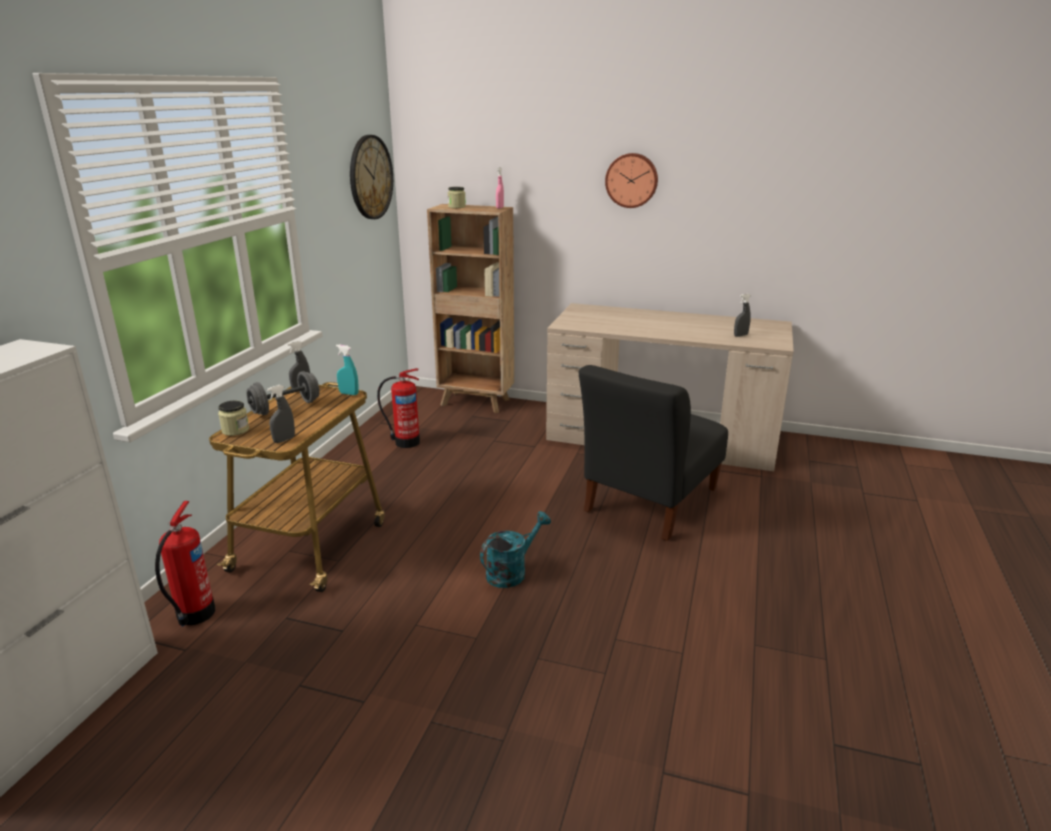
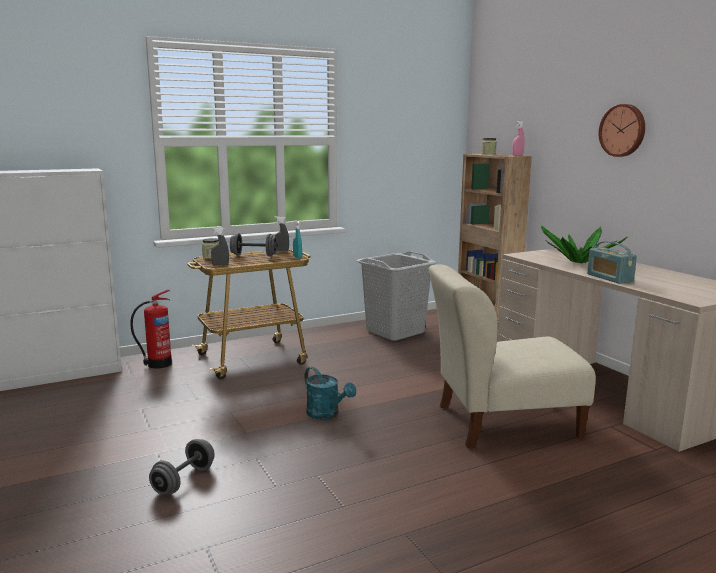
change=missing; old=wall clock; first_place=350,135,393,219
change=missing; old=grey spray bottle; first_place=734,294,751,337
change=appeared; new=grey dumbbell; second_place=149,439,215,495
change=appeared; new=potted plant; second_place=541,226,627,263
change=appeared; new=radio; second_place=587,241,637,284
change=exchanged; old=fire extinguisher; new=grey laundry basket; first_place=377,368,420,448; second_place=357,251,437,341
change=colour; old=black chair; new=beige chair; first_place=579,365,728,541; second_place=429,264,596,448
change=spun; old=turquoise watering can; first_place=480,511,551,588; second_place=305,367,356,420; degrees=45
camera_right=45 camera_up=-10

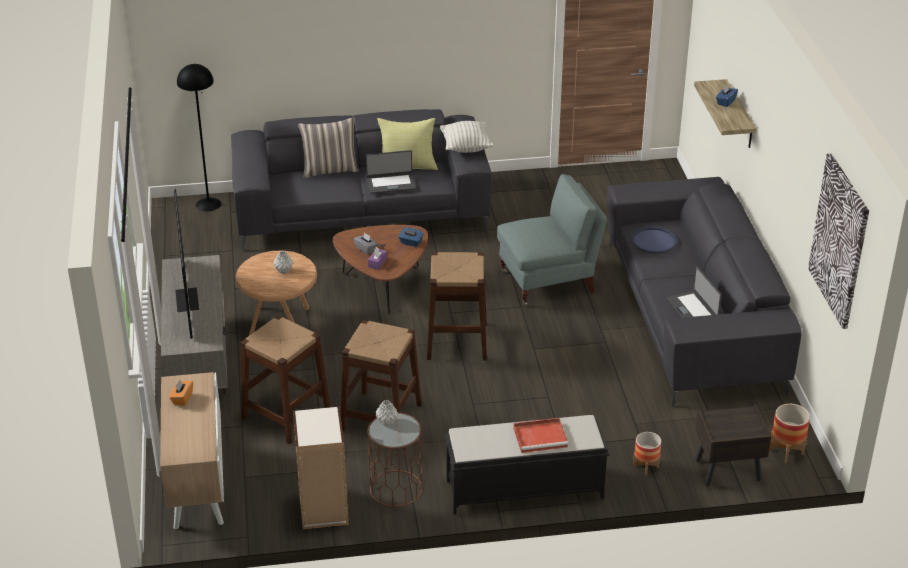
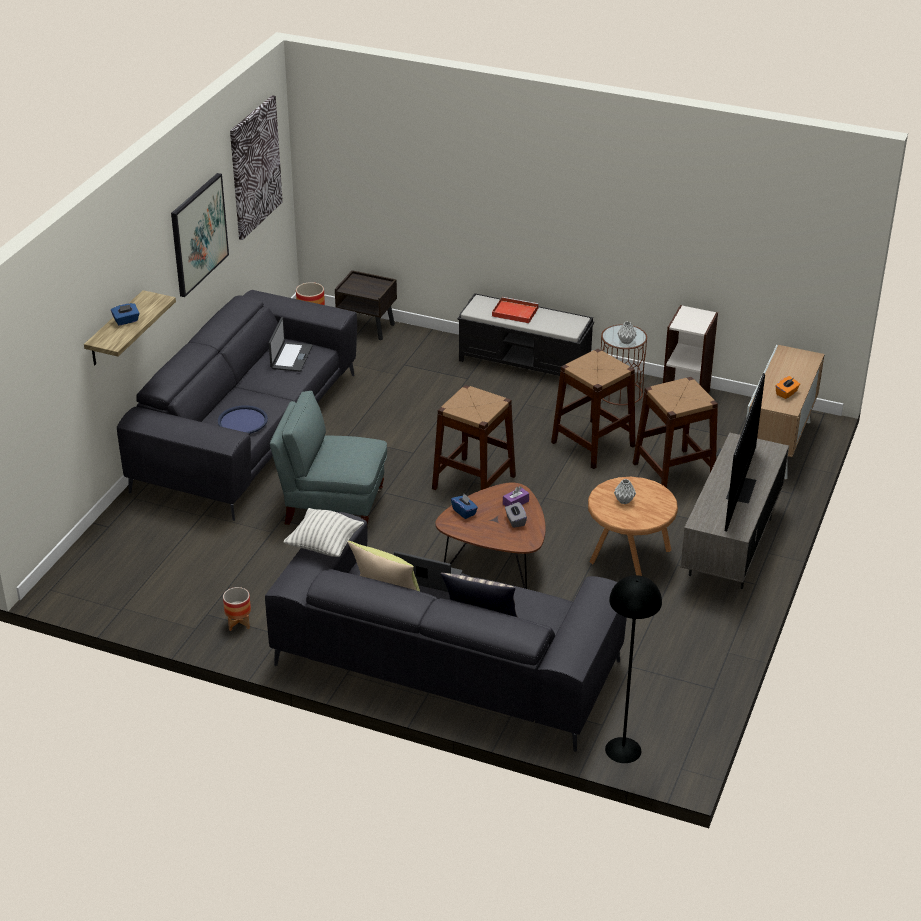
change=appeared; new=picture; second_place=171,173,229,297
change=relocated; old=planter; first_place=633,432,661,475; second_place=223,587,251,631
camera_right=-150 camera_up=0

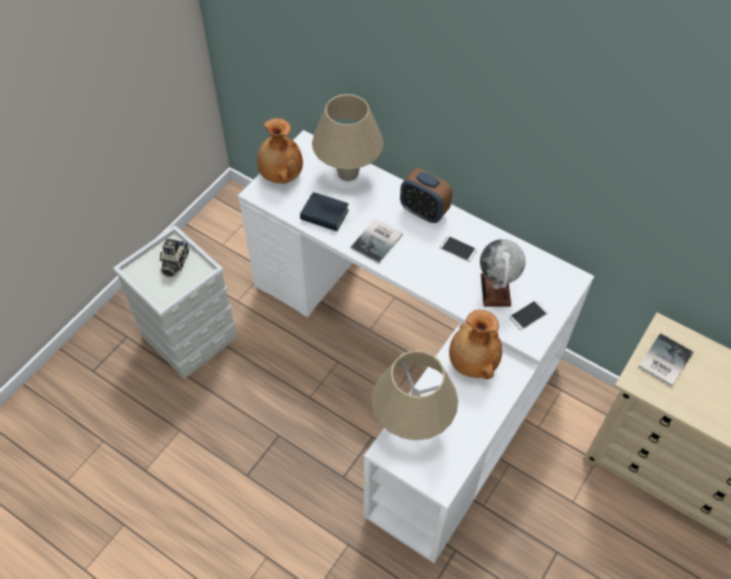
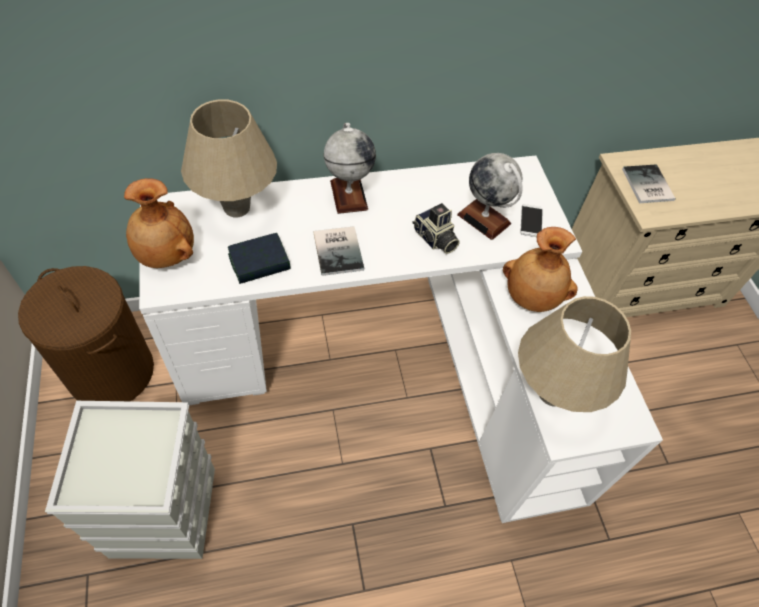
change=missing; old=phone; first_place=440,236,477,262
change=appeared; new=brown laundry basket; second_place=18,266,154,401
change=relocated; old=photo camera; first_place=160,239,189,277; second_place=413,203,460,254
change=exchanged; old=alarm clock; new=globe; first_place=400,168,452,223; second_place=324,123,376,214
camera_right=-50 camera_up=0

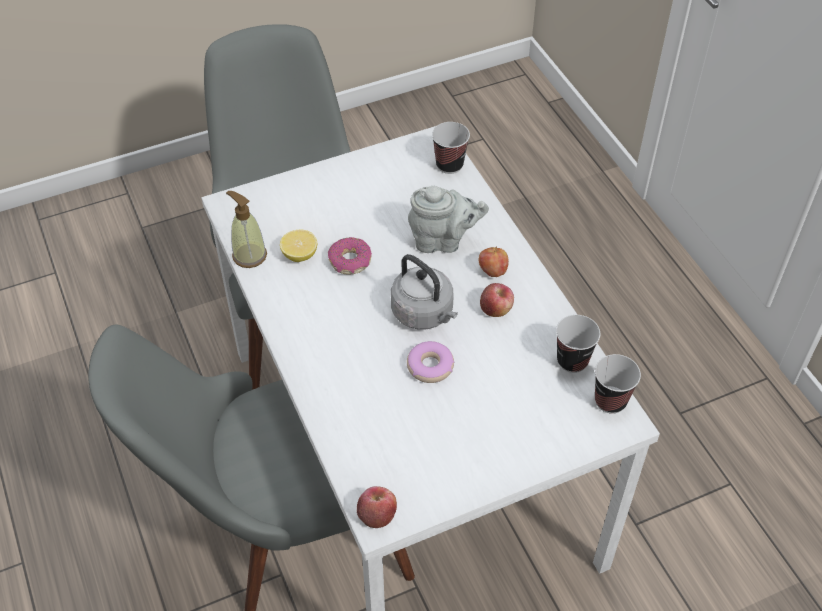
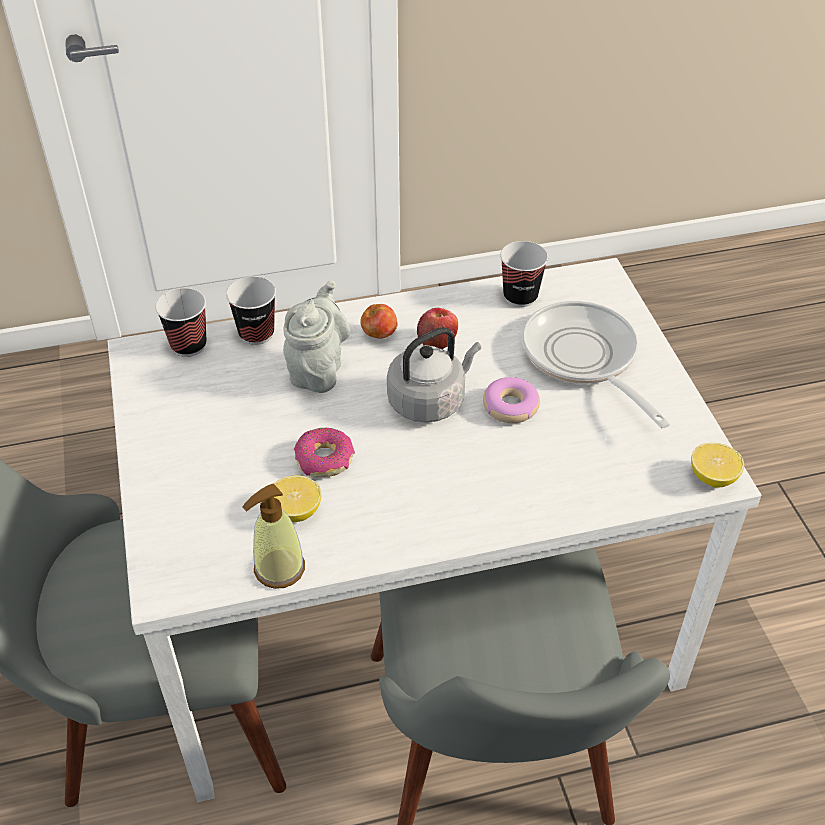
change=appeared; new=frying pan; second_place=522,301,670,428
change=relocated; old=cup; first_place=595,354,641,414; second_place=226,277,276,345
change=exchanged; old=apple; new=lemon; first_place=357,486,397,528; second_place=691,443,744,488
camera_right=-80 camera_up=-5

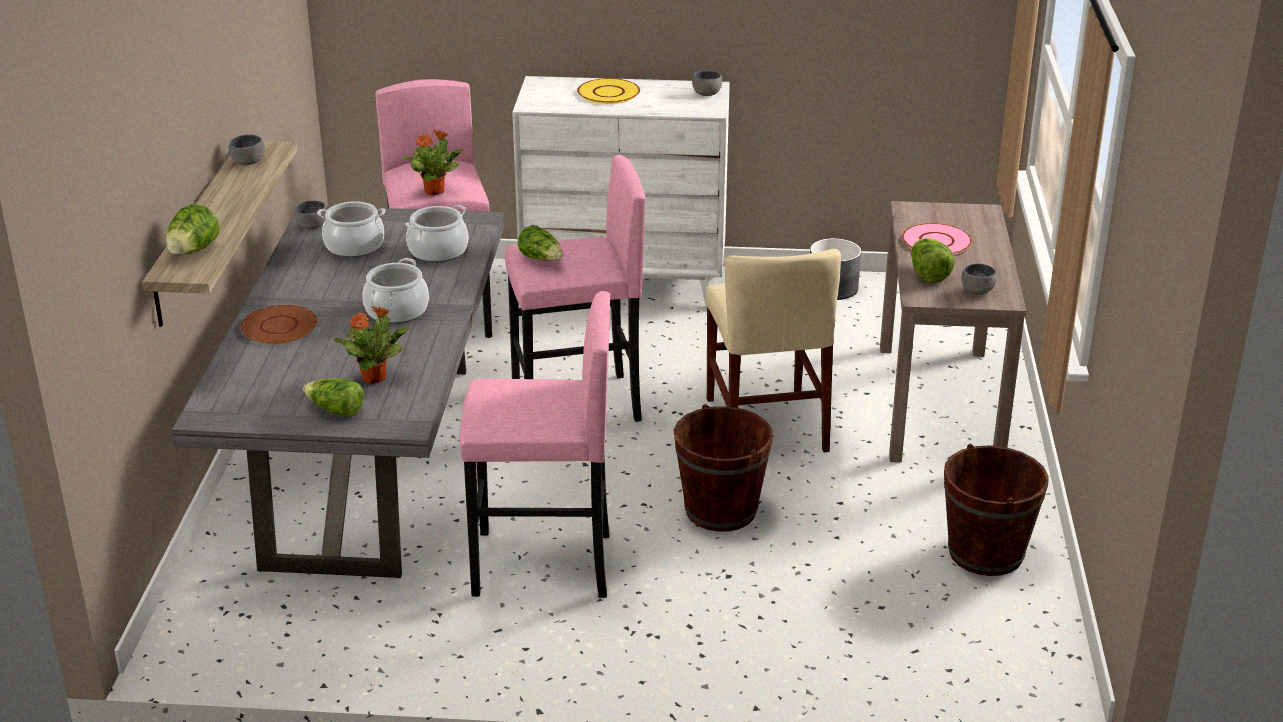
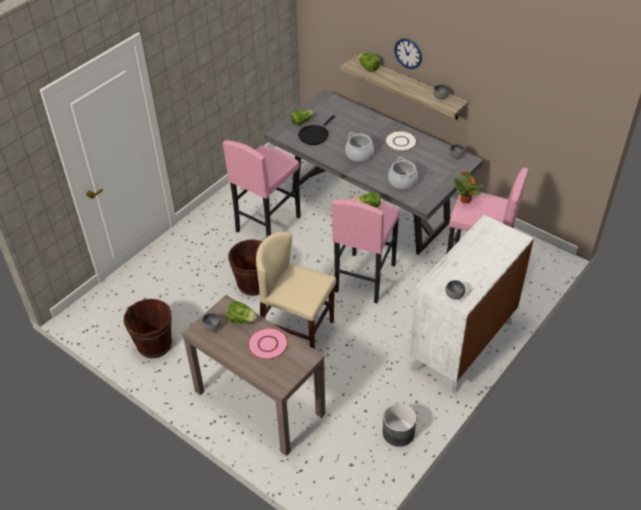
change=missing; old=brown plate; first_place=240,305,317,344
change=missing; old=cooking pot; first_place=317,201,385,258
change=missing; old=yellow plate; first_place=577,78,640,104
change=appeared; new=white plate; second_place=385,131,417,151
change=appeared; new=wall clock; second_place=394,39,422,69
change=exchanged; old=potted plant; new=black frying pan; first_place=334,306,409,384; second_place=298,115,335,145
camera_right=125 camera_up=15

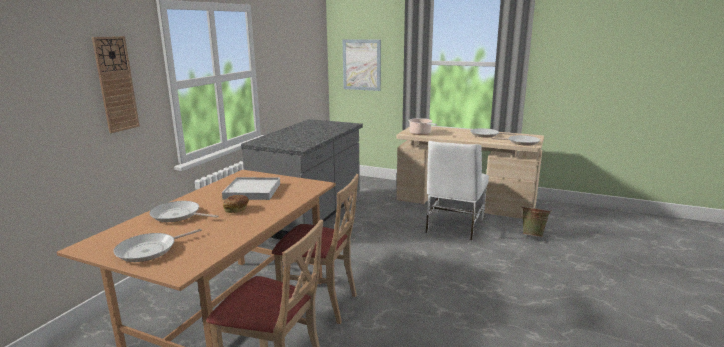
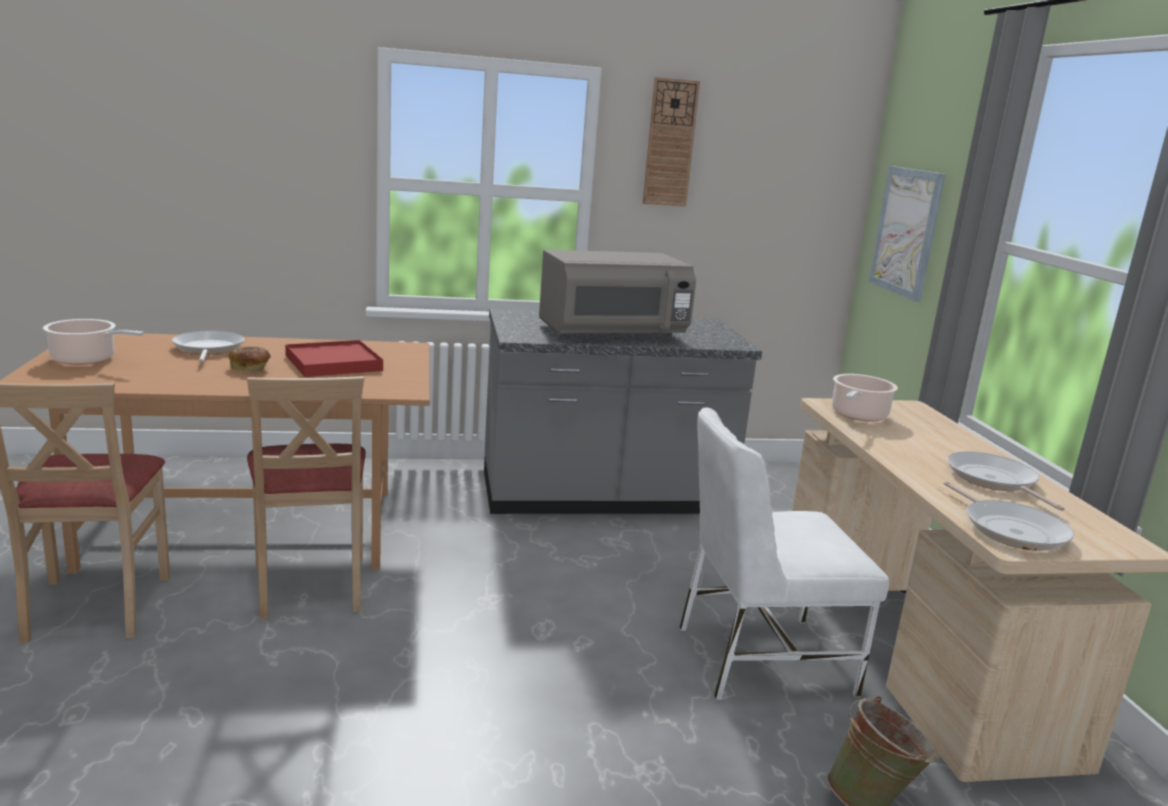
change=appeared; new=grey microwave; second_place=539,250,696,337
change=relocated; old=wall clock; first_place=92,36,140,133; second_place=643,77,700,207
change=exchanged; old=frying pan; new=cooking pot; first_place=113,229,202,262; second_place=43,319,144,365
change=colour; old=white tray; new=red tray; first_place=222,177,280,200; second_place=285,340,383,377
camera_right=55 camera_up=0

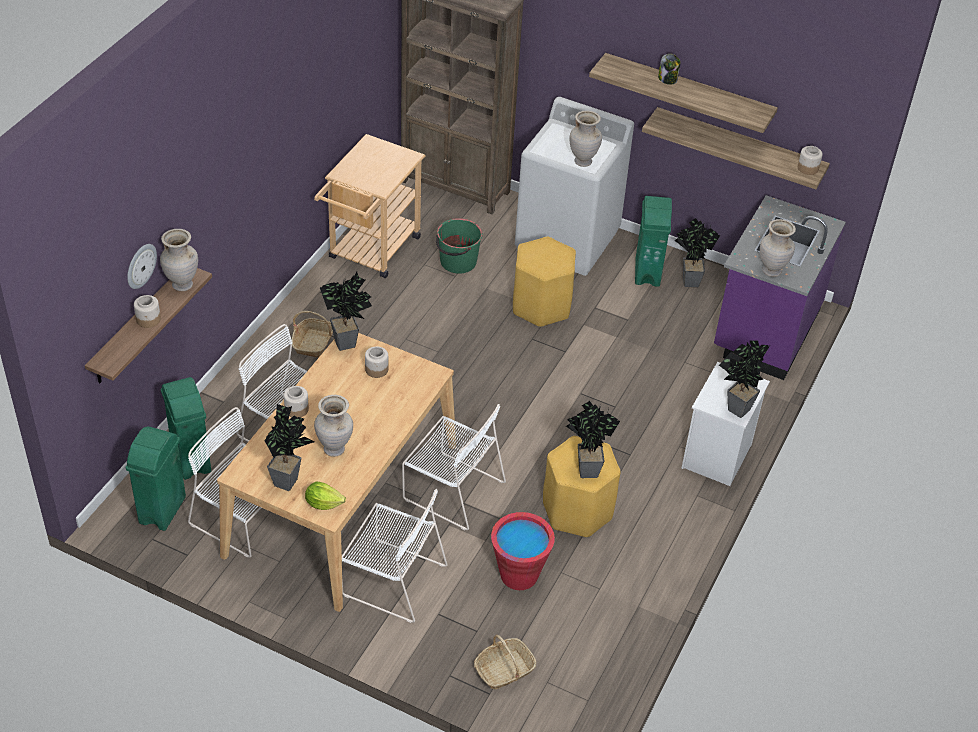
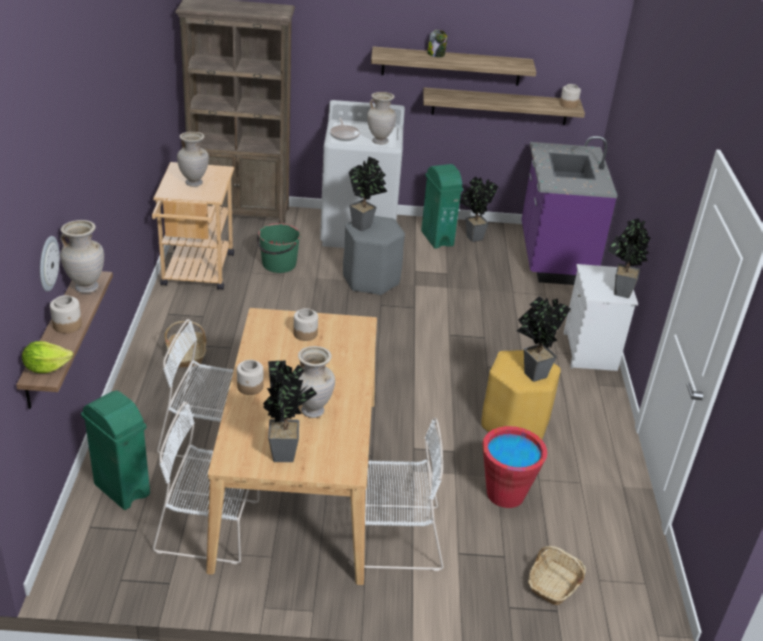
change=missing; old=green trash can; first_place=126,427,186,531
change=missing; old=white chair; first_place=402,404,506,530
change=appeared; new=frying pan; second_place=330,118,360,141
change=relocated; old=lettuce; first_place=305,482,346,510; second_place=22,341,73,373
change=relocated; old=potted plant; first_place=320,271,372,351; second_place=349,157,388,231
change=relocated; old=beige vase; first_place=760,219,796,277; second_place=177,132,209,187
change=colour; old=yellow stool; new=grey stool; first_place=513,237,576,327; second_place=343,216,405,295
camera_right=-25 camera_up=-10

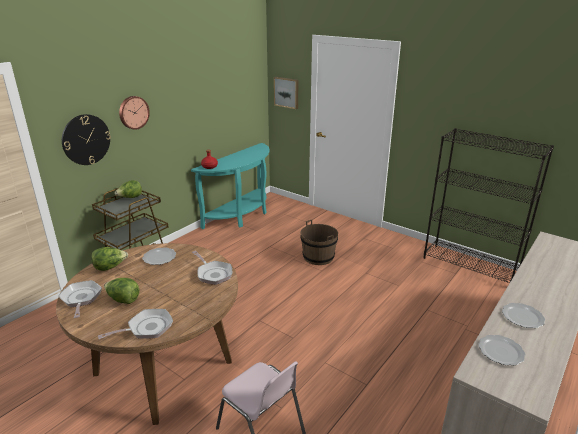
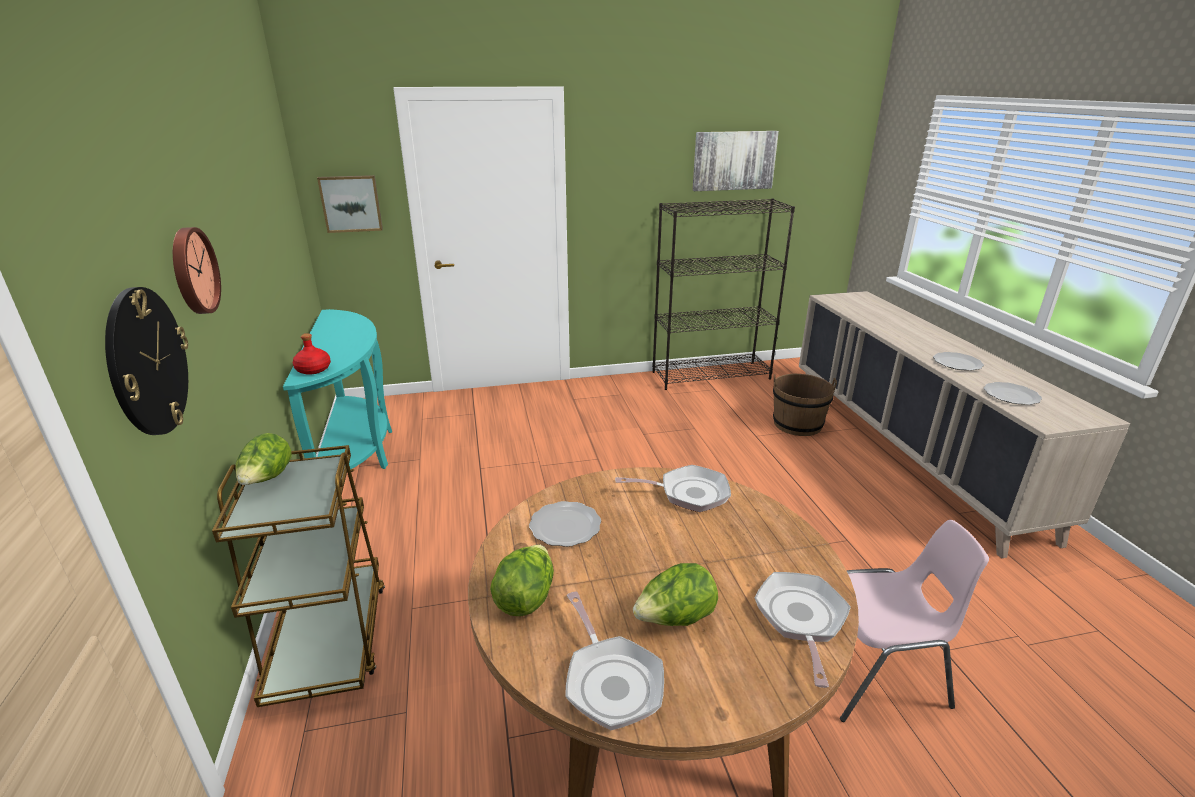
change=appeared; new=picture; second_place=692,131,779,191
change=relocated; old=brown bucket; first_place=300,220,338,265; second_place=773,374,837,436
change=spun; old=frying pan; first_place=58,280,102,318; second_place=565,591,664,730; degrees=-135
camera_right=-50 camera_up=0

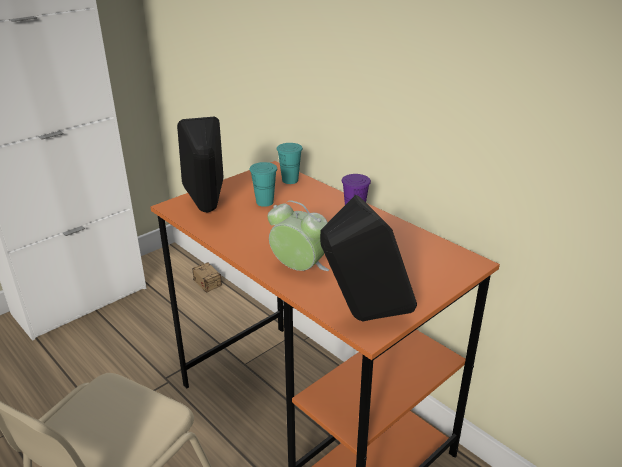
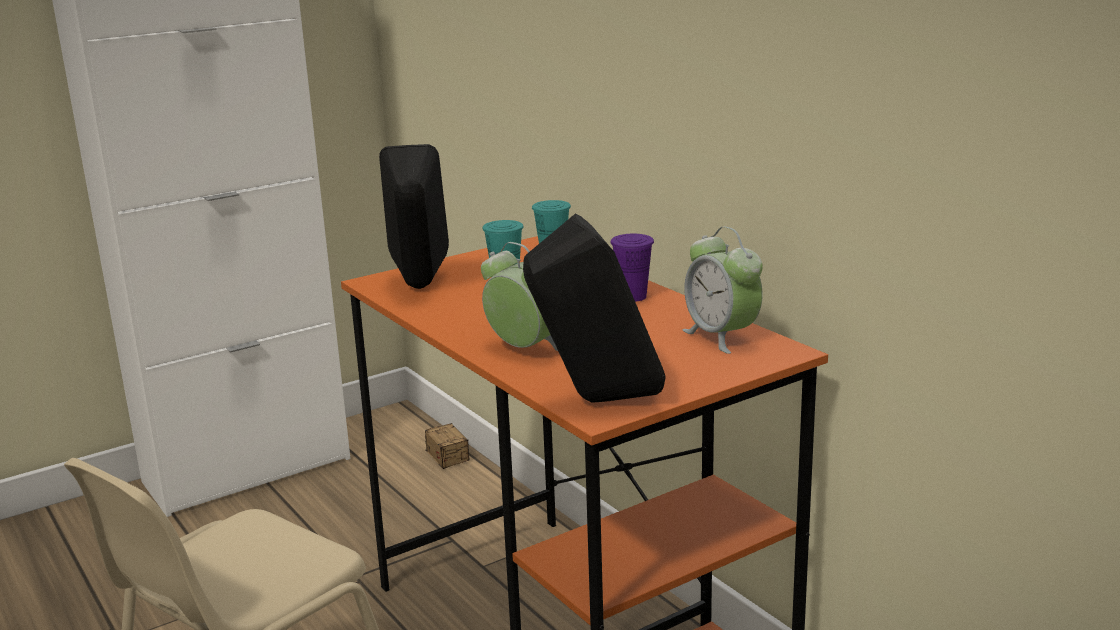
change=appeared; new=alarm clock; second_place=683,227,763,354
camera_right=10 camera_up=-10

